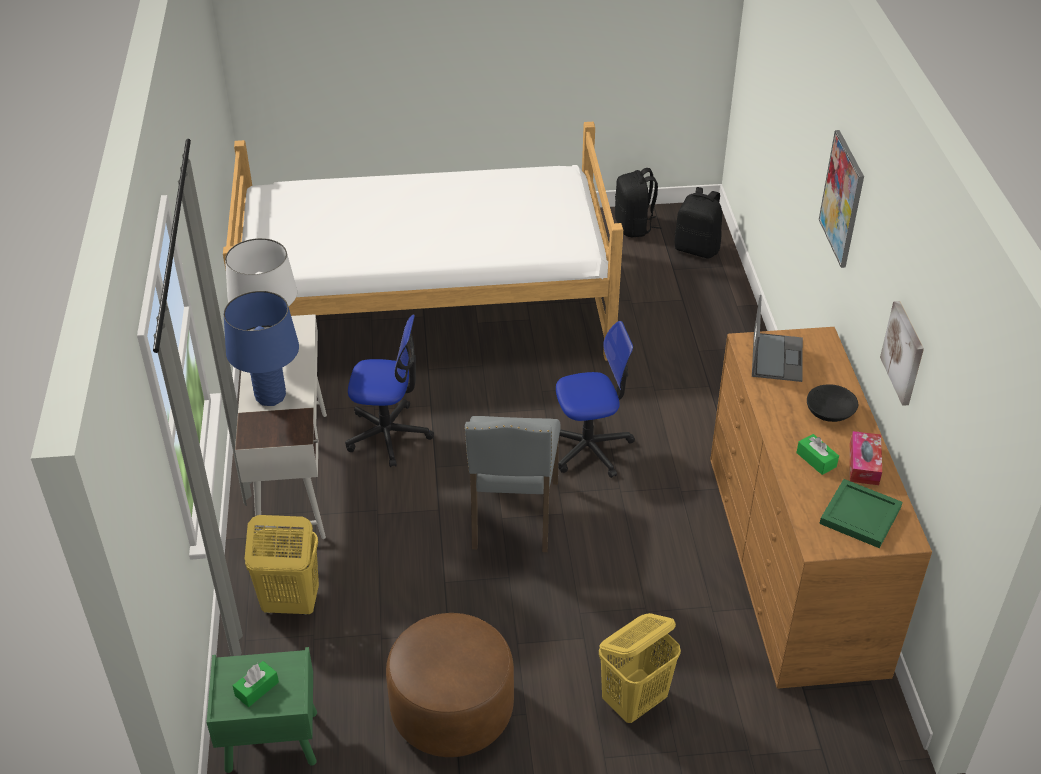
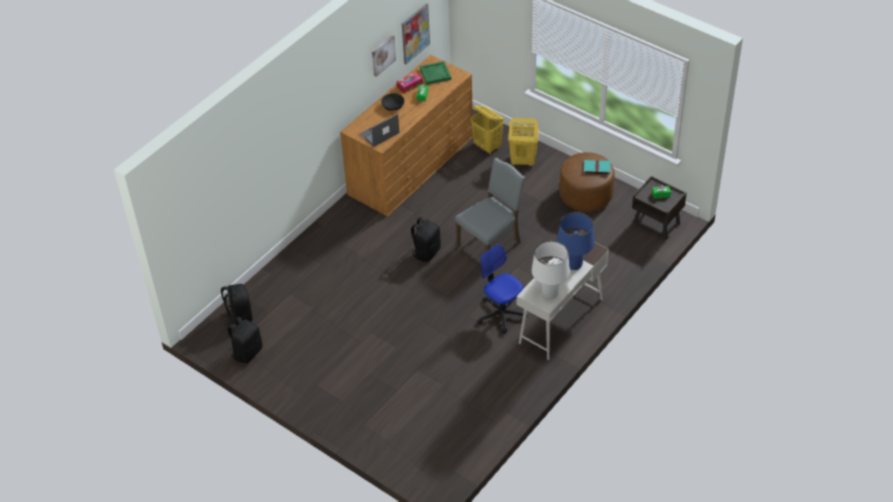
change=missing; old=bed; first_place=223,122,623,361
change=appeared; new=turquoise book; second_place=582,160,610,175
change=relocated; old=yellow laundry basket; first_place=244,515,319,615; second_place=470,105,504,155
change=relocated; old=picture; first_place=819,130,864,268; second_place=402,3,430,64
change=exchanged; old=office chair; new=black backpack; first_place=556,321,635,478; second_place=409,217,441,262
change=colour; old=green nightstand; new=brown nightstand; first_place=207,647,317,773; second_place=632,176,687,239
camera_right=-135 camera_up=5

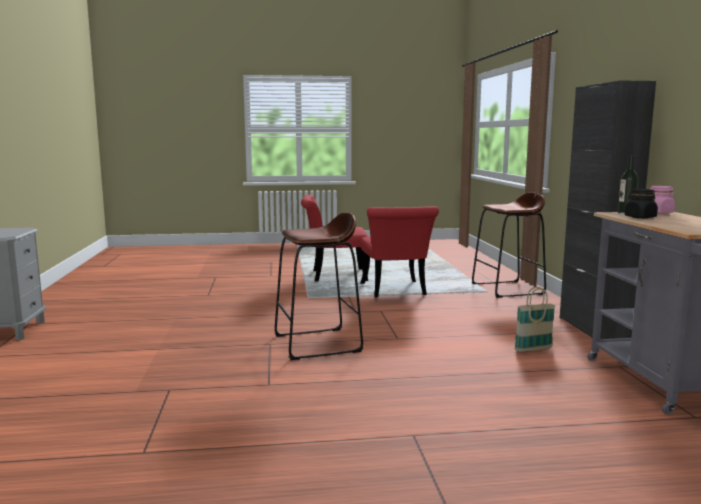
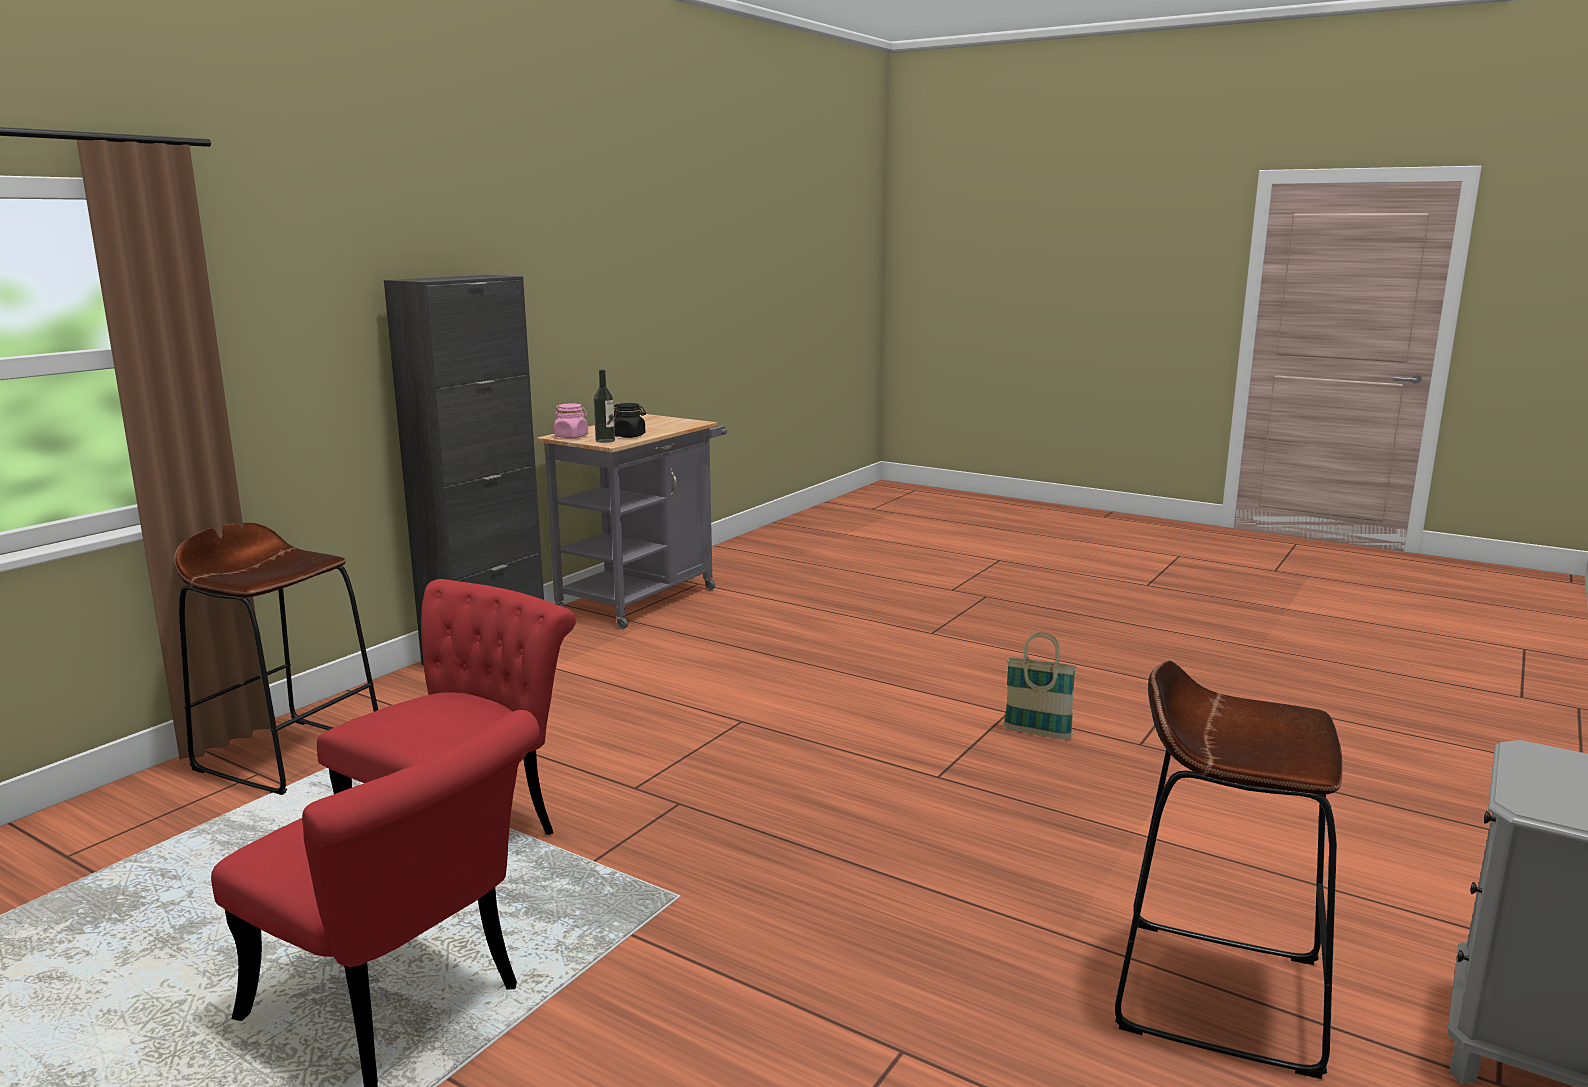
change=relocated; old=brown stool; first_place=275,213,363,360; second_place=1115,660,1343,1079
change=relocated; old=basket; first_place=514,287,556,352; second_place=1003,632,1076,740
camera_right=-140 camera_up=5

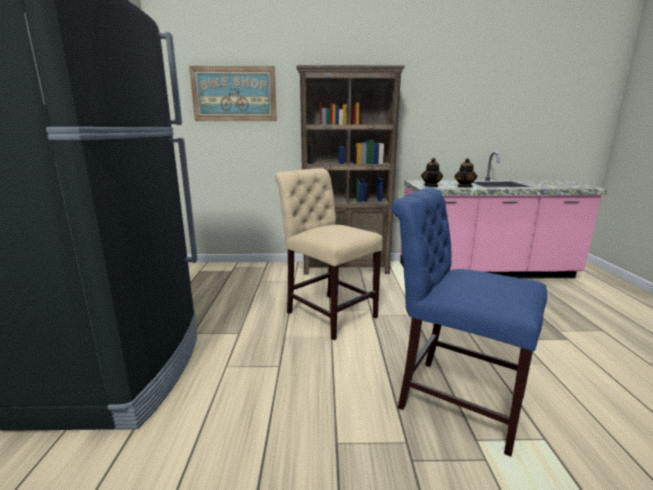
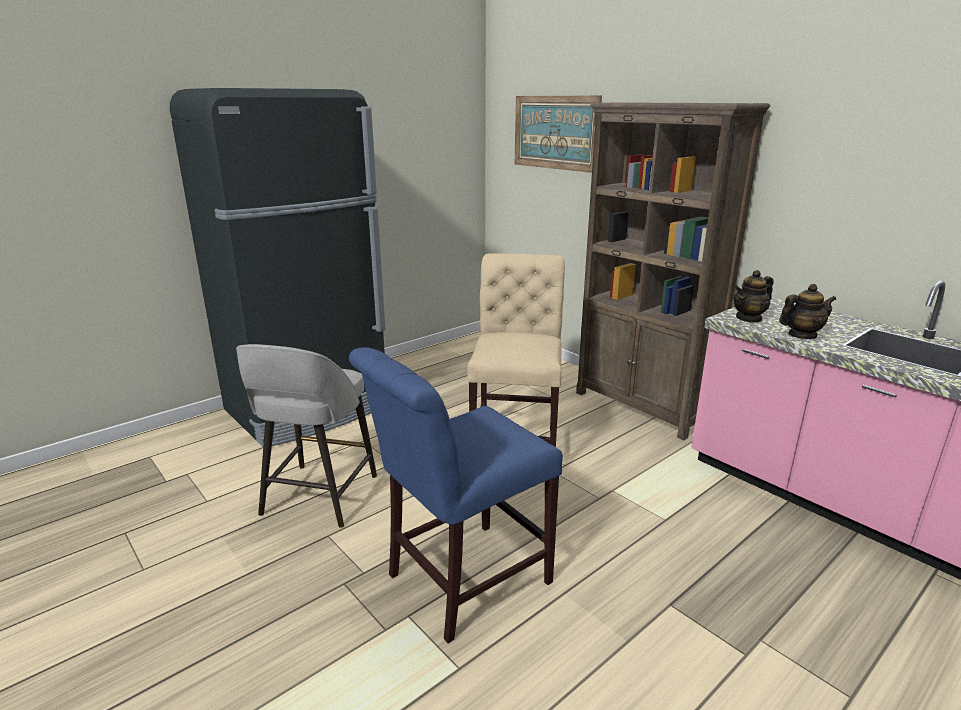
change=appeared; new=grey stool; second_place=236,344,377,528
change=spun; old=blue chair; first_place=392,187,547,457; second_place=349,347,563,643; degrees=-120
camera_right=50 camera_up=5

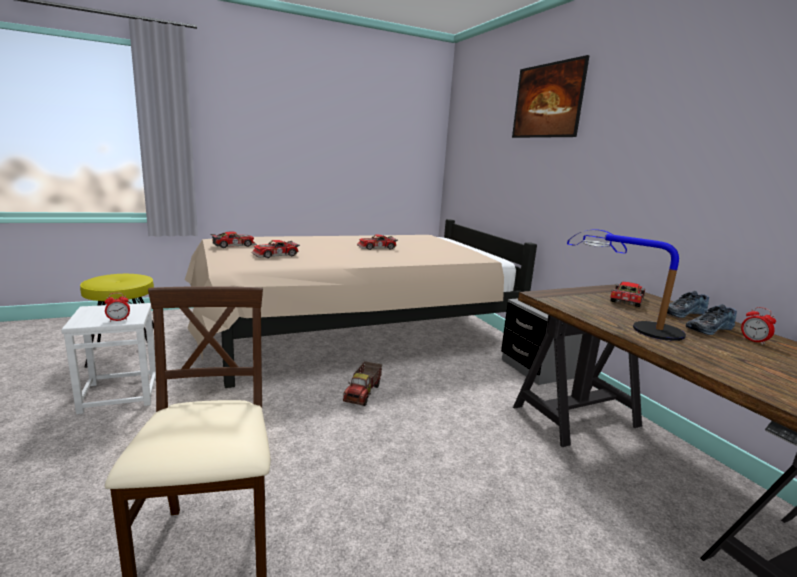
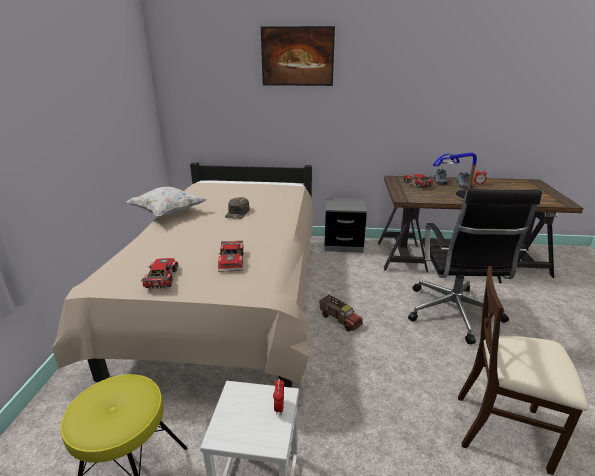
change=appeared; new=white pillow; second_place=126,187,207,218
change=appeared; new=black office chair; second_place=408,189,542,344
change=exchanged; old=toy car; new=green cap; first_place=357,235,398,250; second_place=225,197,250,219
camera_right=-60 camera_up=10

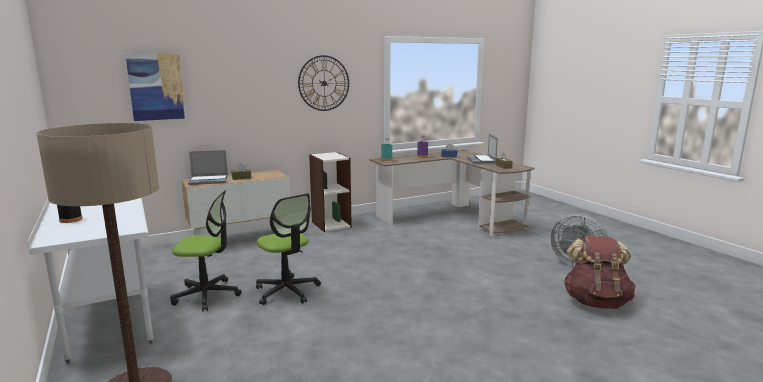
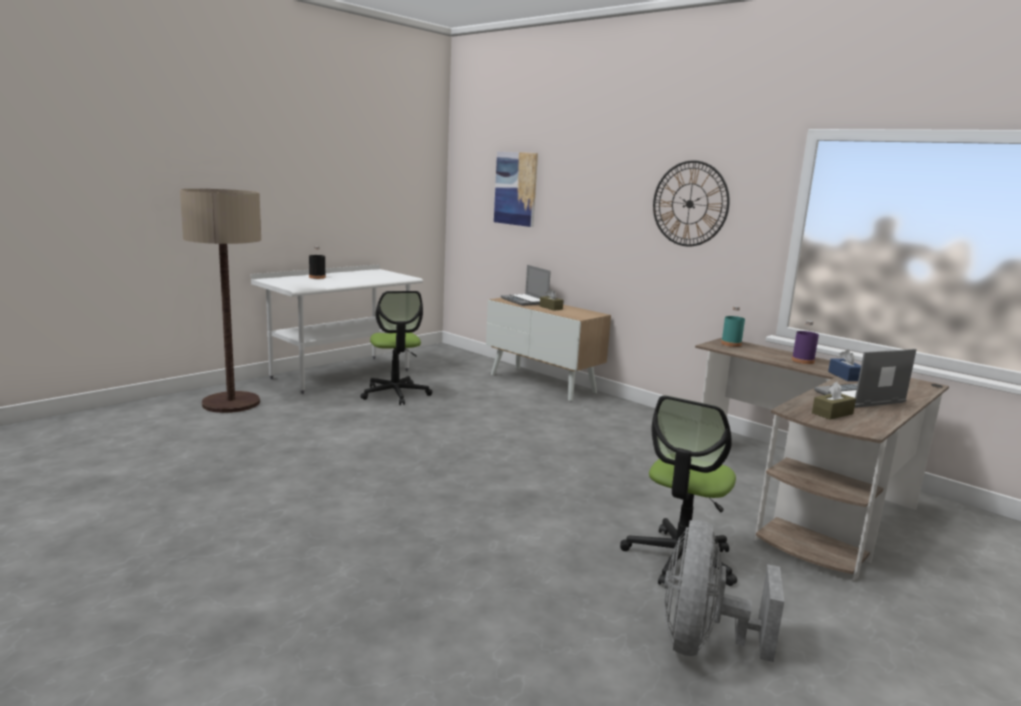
change=missing; old=bookcase; first_place=309,152,352,232
change=missing; old=brown backpack; first_place=564,236,636,309
change=relocated; old=office chair; first_place=256,193,321,305; second_place=620,395,737,586
camera_right=70 camera_up=0

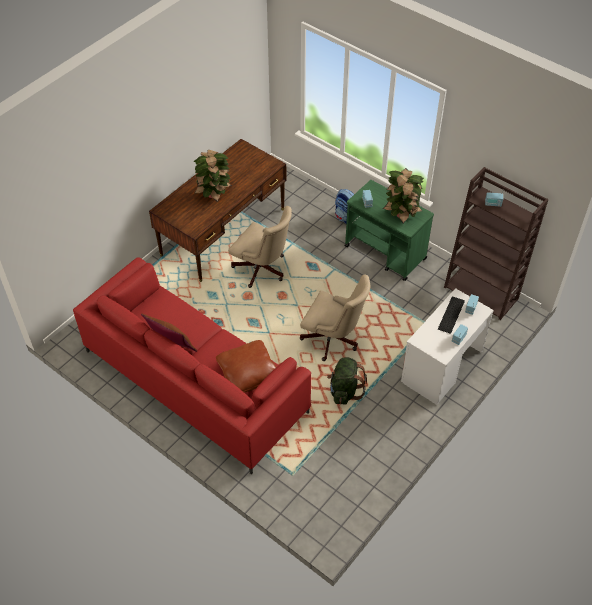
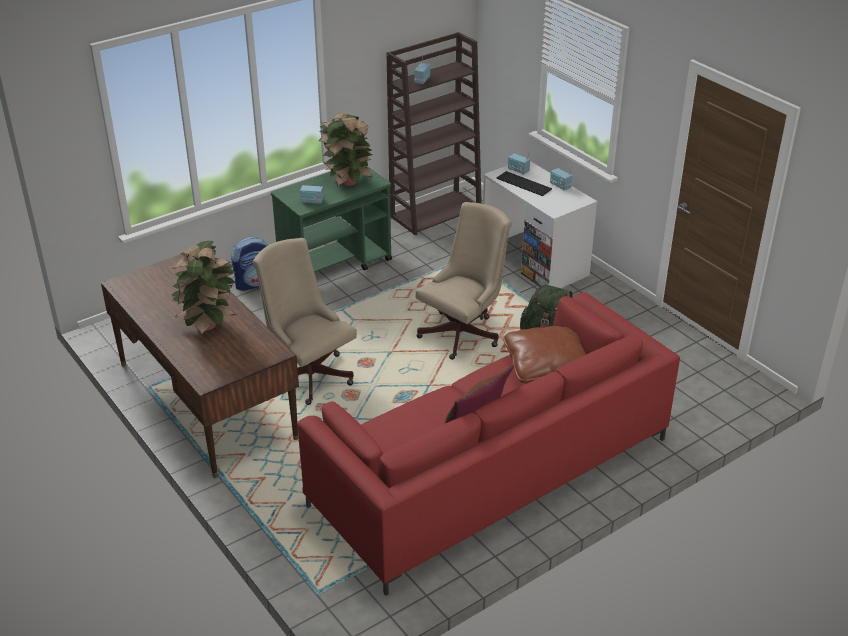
change=spun; old=beige office chair; first_place=228,206,292,288; second_place=253,238,357,405; degrees=-90
camera_right=-75 camera_up=-15

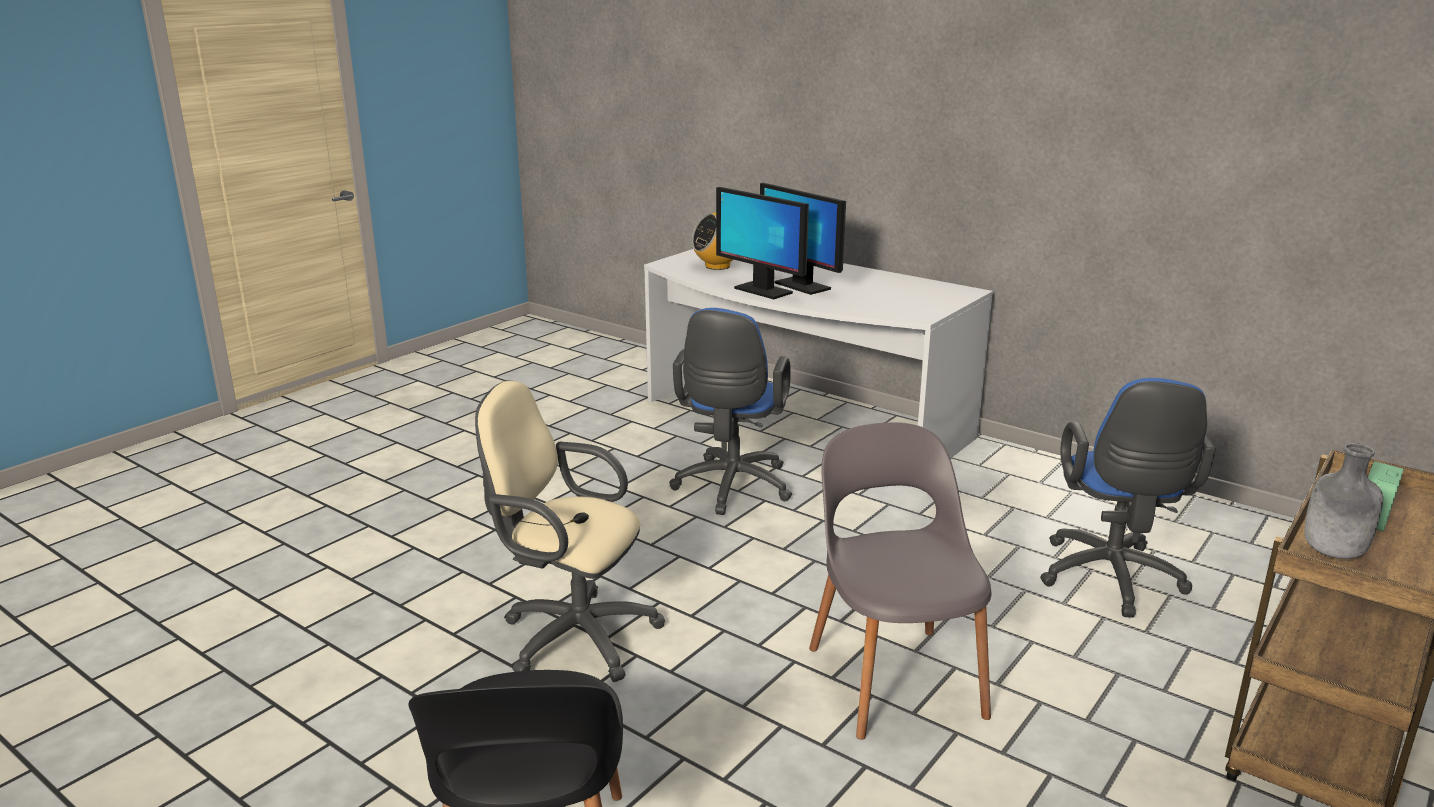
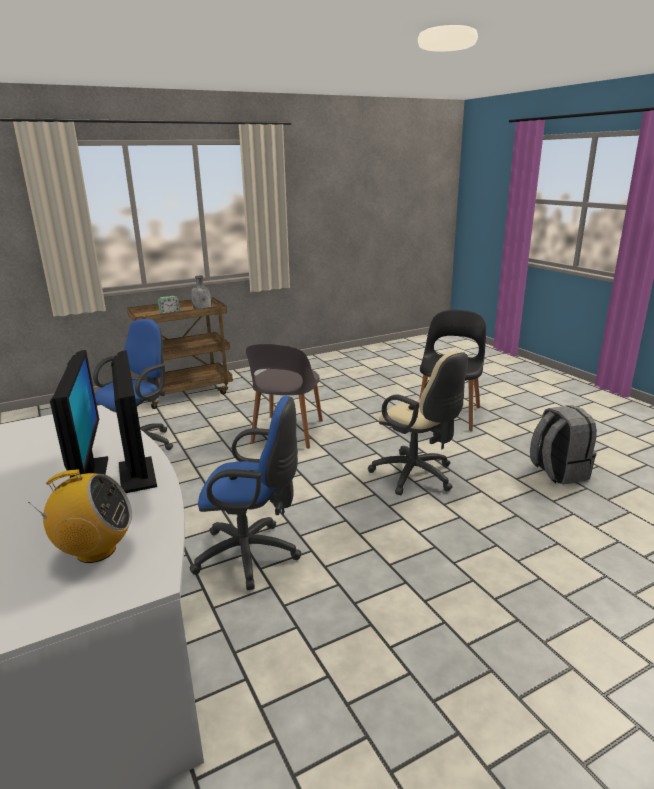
change=appeared; new=grey backpack; second_place=530,405,597,485
change=spun; old=blue office chair; first_place=669,308,792,515; second_place=190,396,301,590; degrees=60
camera_right=-155 camera_up=0

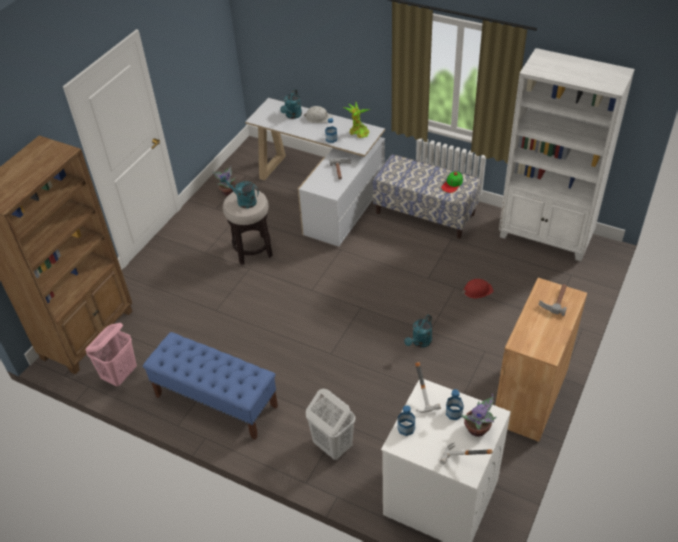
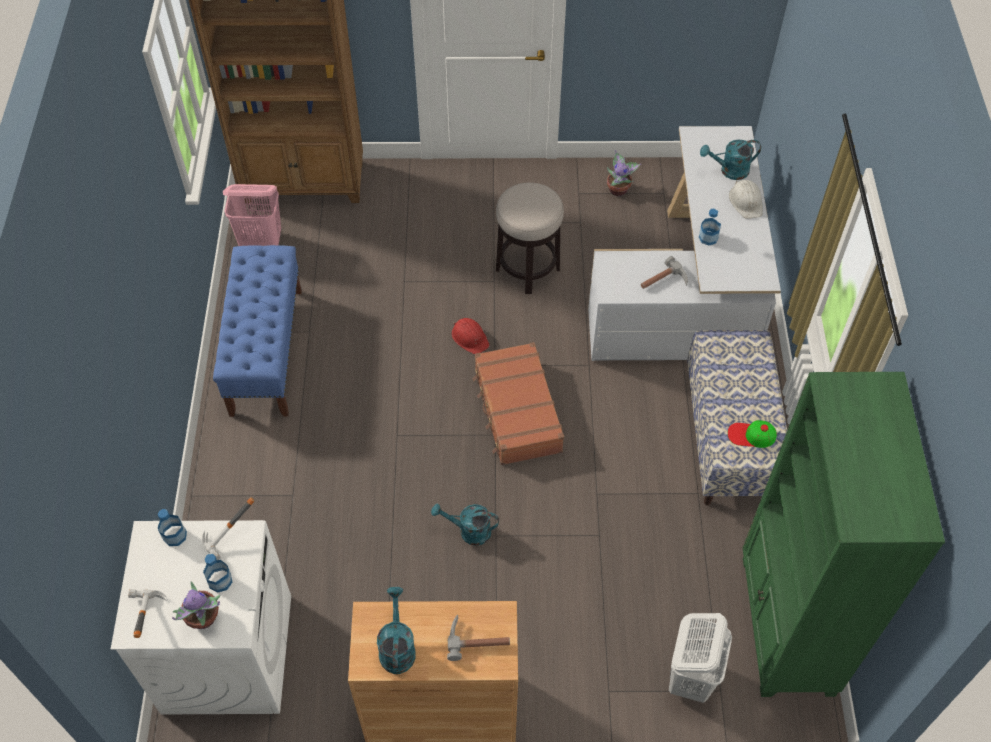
change=missing; old=potted plant; first_place=343,102,371,138
change=appeared; new=brown suitcase; second_place=472,342,564,465
change=relocated; old=turquoise watering can; first_place=220,175,259,208; second_place=377,587,416,674
change=relocated; old=white laundry basket; first_place=306,389,355,460; second_place=669,613,732,703
change=relocated; old=red hard hat; first_place=462,279,494,299; second_place=452,318,490,354
change=colour; old=white bookcase; new=green bookcase; first_place=499,48,635,261; second_place=742,372,945,697
camera_right=60 camera_up=10

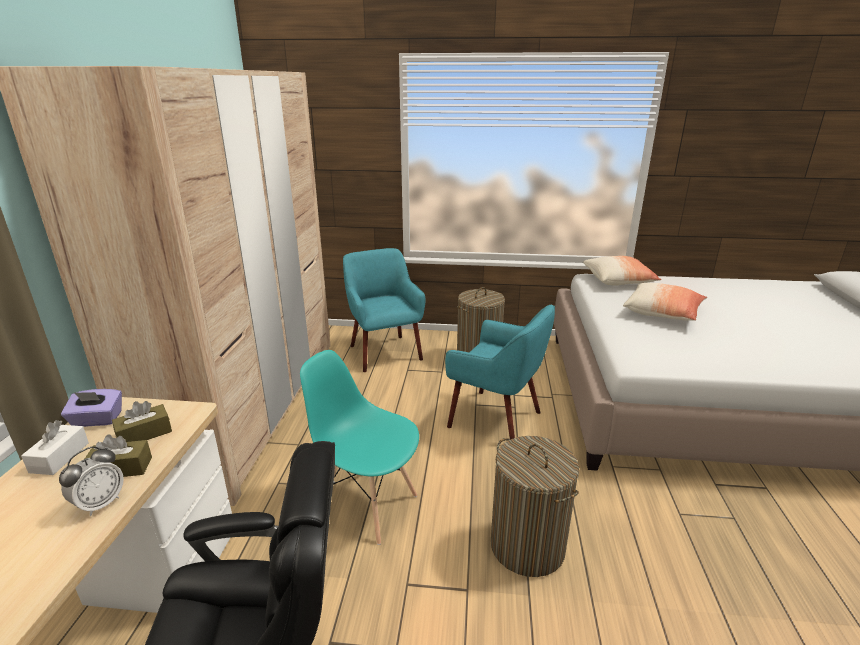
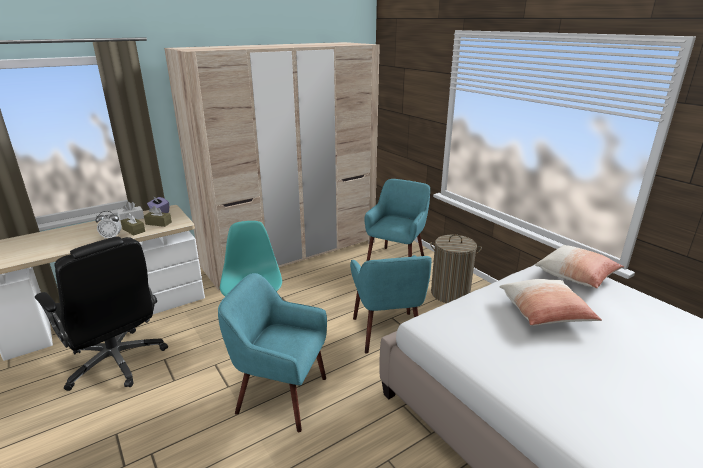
change=exchanged; old=laundry basket; new=turquoise armchair; first_place=491,436,579,577; second_place=218,273,327,432
camera_right=50 camera_up=0

